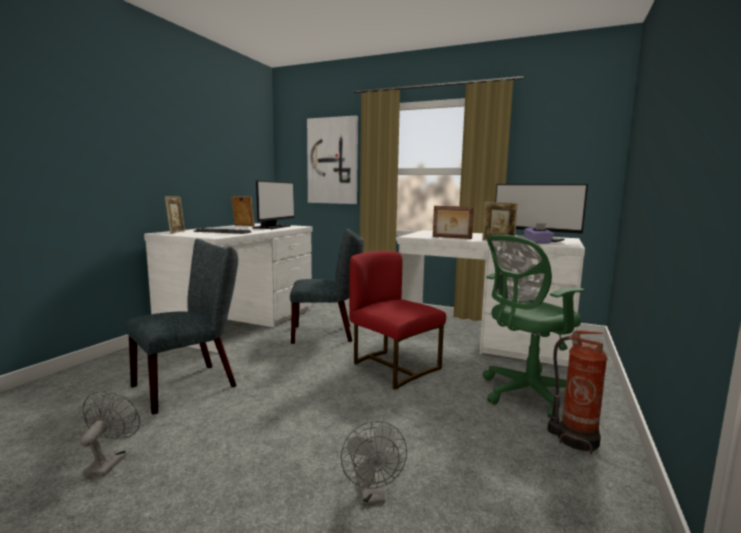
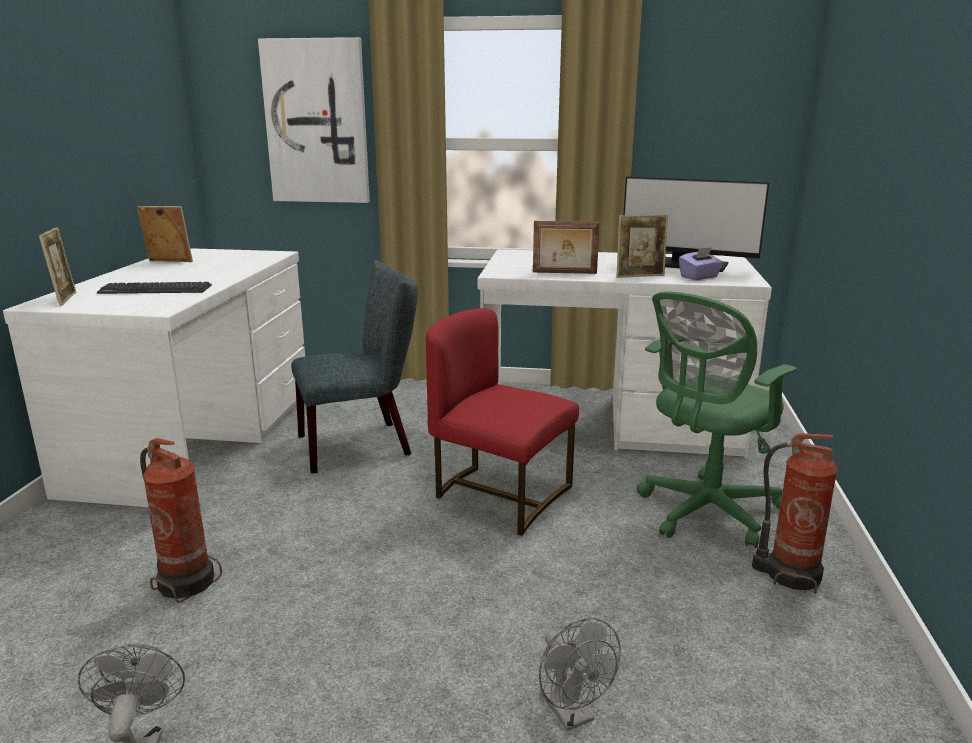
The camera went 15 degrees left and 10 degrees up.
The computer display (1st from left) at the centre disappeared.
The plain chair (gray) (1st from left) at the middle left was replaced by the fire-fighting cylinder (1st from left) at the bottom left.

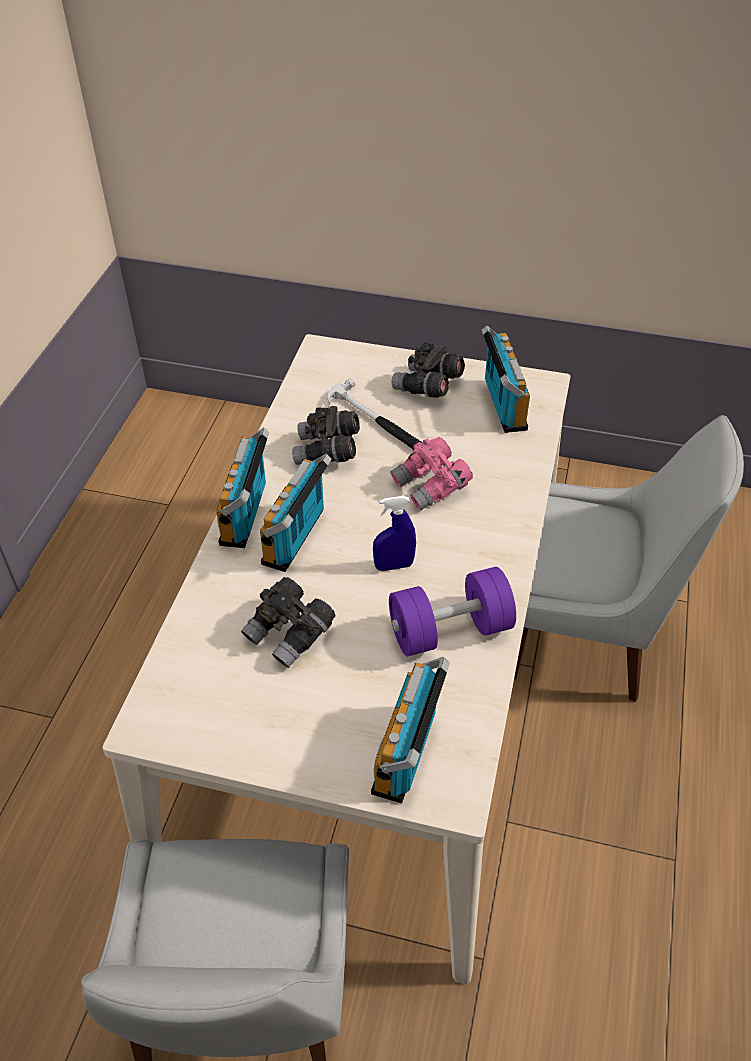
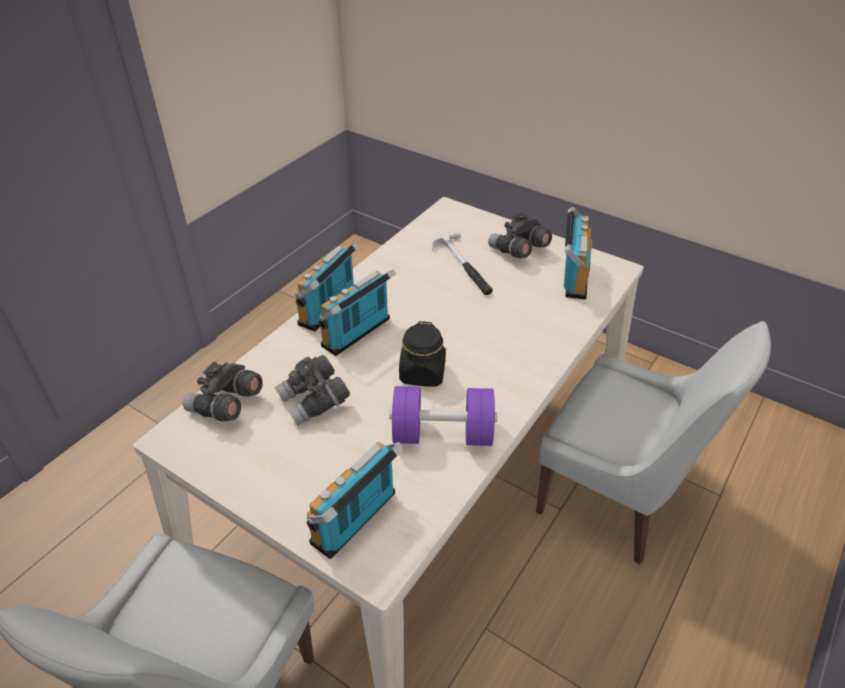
The camera went 20 degrees right and 5 degrees down.
The pair of binoculars (pinkish) at the centre disappeared.
The pair of binoculars (gray) (2nd from left in the first image) moved from the centre to the middle left.
The spray bottle (blue) at the centre was replaced by the preserve jar (blackish) at the centre.

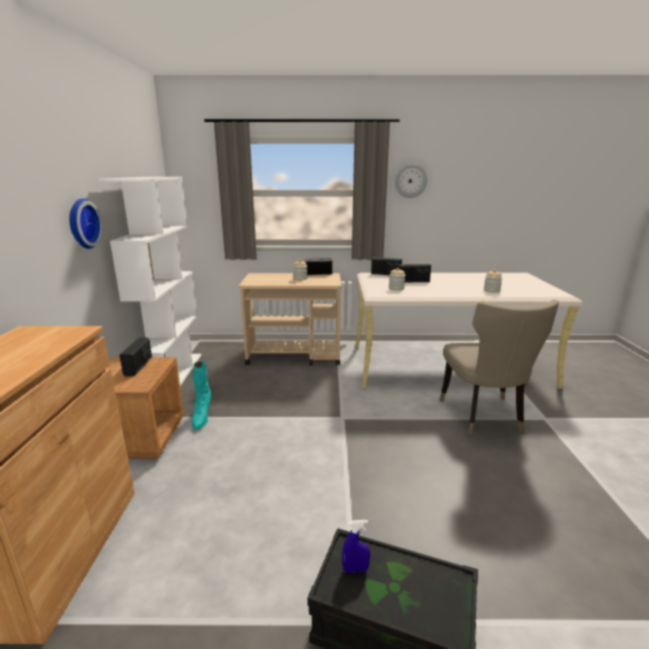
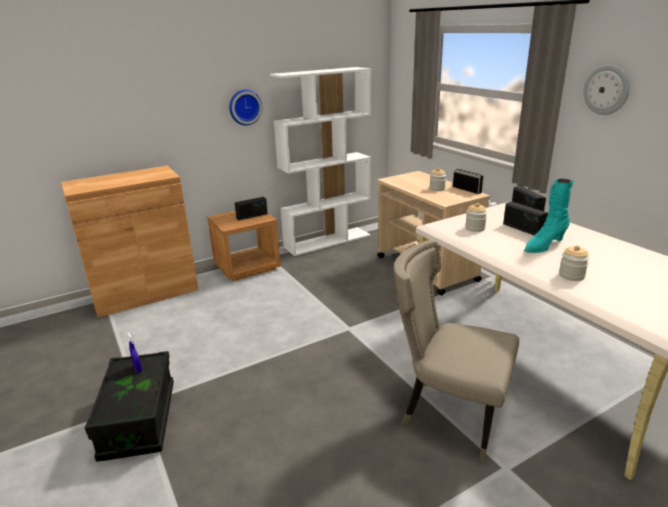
The camera went 60 degrees right and 5 degrees up.
The boot (blue-green) moved from the middle left to the middle right.
The plain chair (beige) at the middle right turned 60 degrees clockwise.

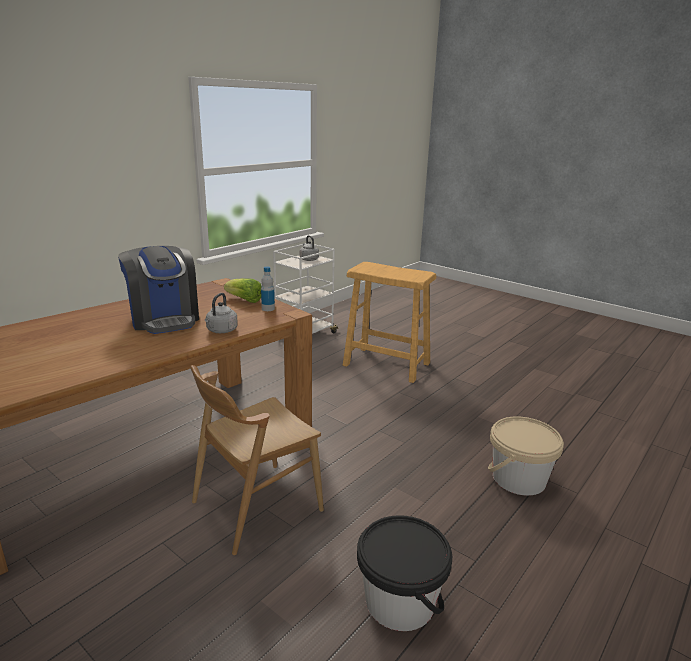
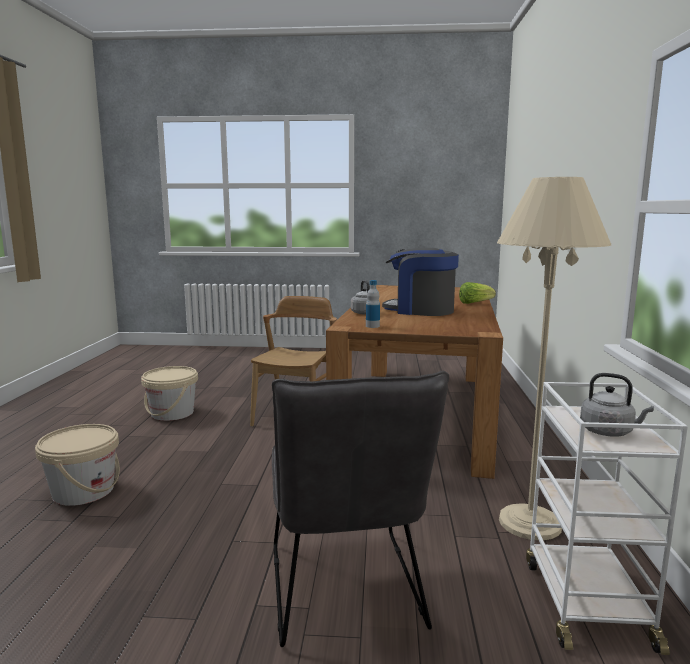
The camera went 145 degrees right and 10 degrees down.
The standard lamp (beige) at the middle right appeared.
The lettuce moved from the centre to the middle right.
The sitting stool (beige) at the centre was replaced by the plain chair (gray) at the bottom centre.
The bucket (blackish) at the bottom centre became the bucket (beige) (2nd from left) at the middle left.

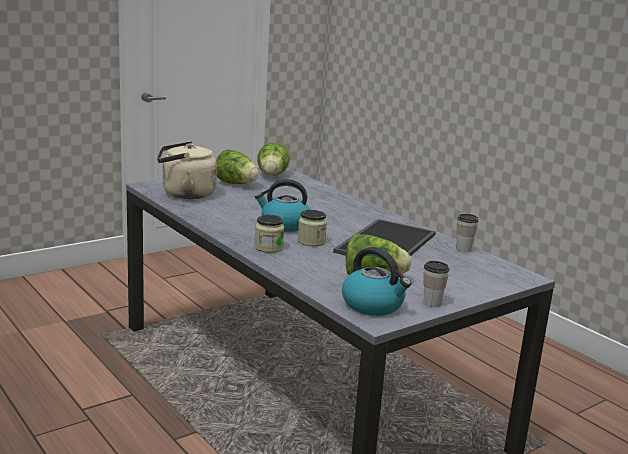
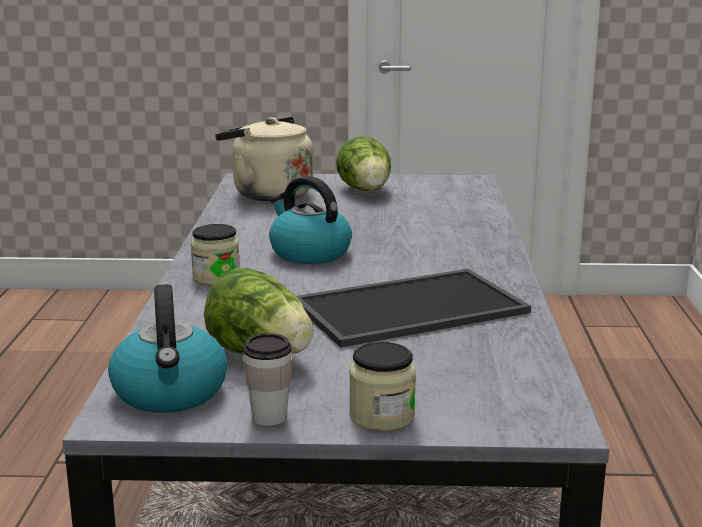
The camera went 40 degrees right and 0 degrees up.
The lettuce (2nd from left) at the centre disappeared.
The cup (2nd from left) at the middle right disappeared.
The preserve jar (2nd from left) moved from the centre to the bottom centre.

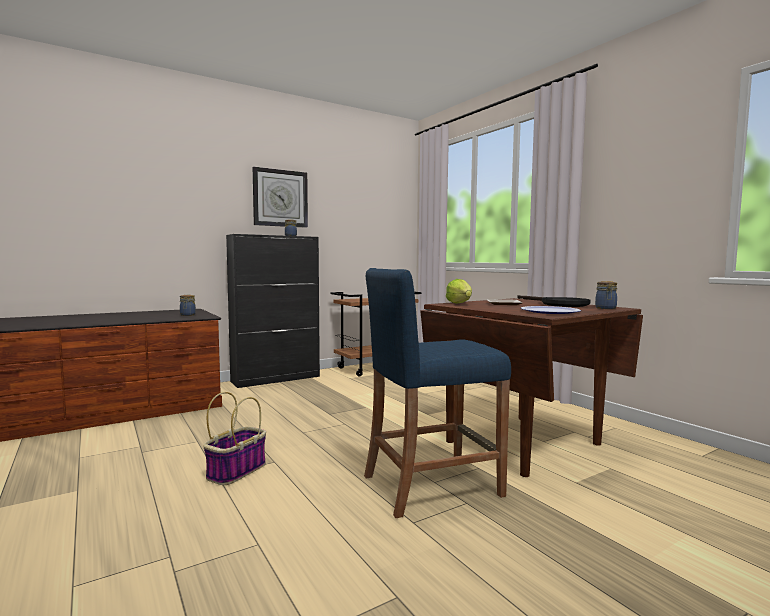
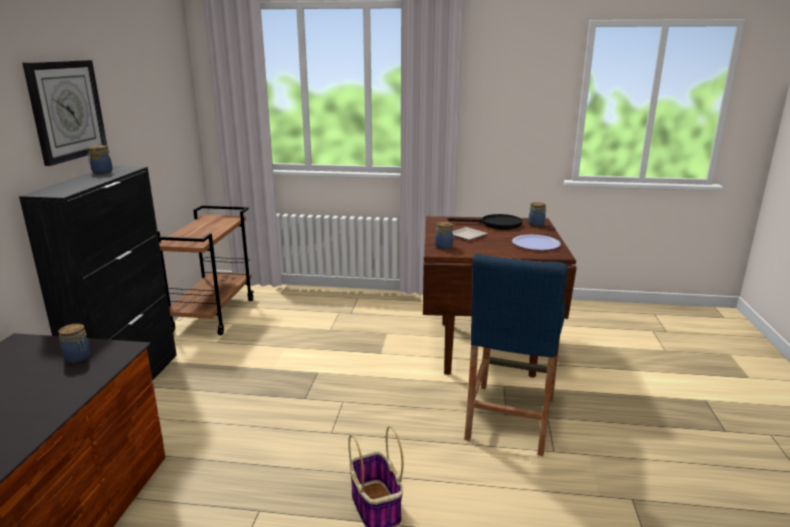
The camera went 50 degrees left and 15 degrees up.
The lettuce at the centre was replaced by the preserve jar (3rd from left) at the centre.

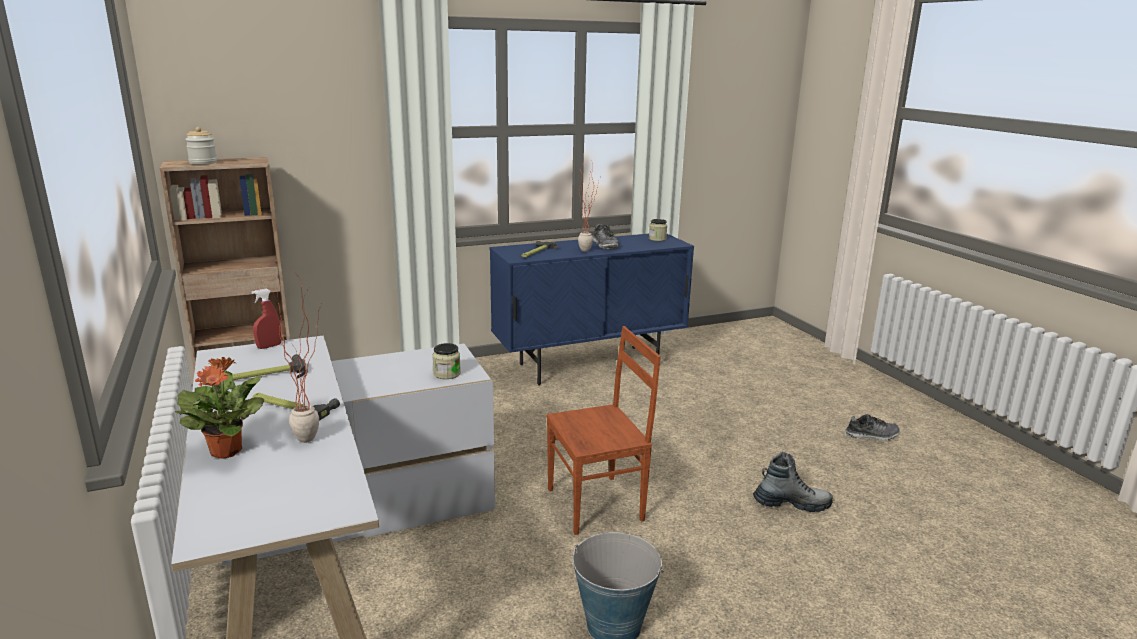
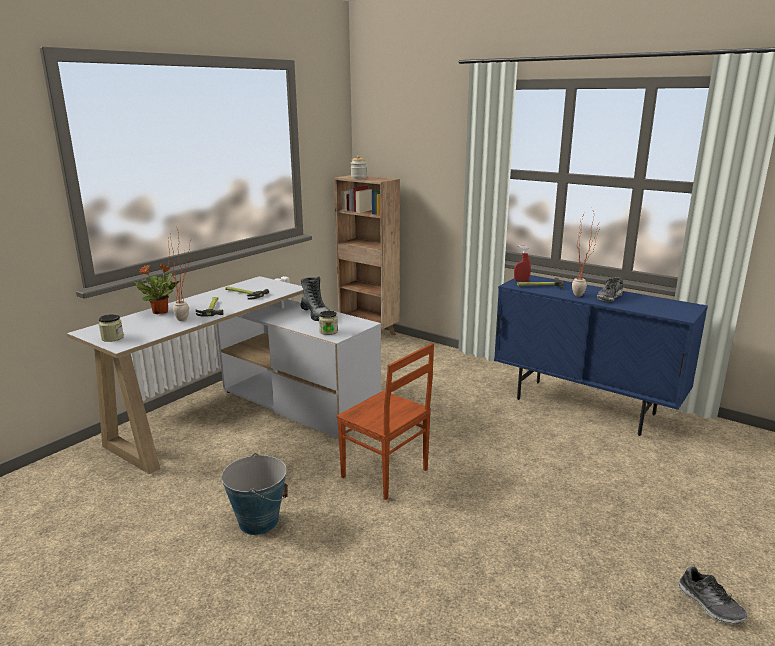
The camera went 60 degrees right and 0 degrees up.
The spray bottle (red) moved from the middle left to the middle right.
The preserve jar (3rd from left in the first image) moved from the centre to the middle left.
The boot moved from the bottom right to the centre.

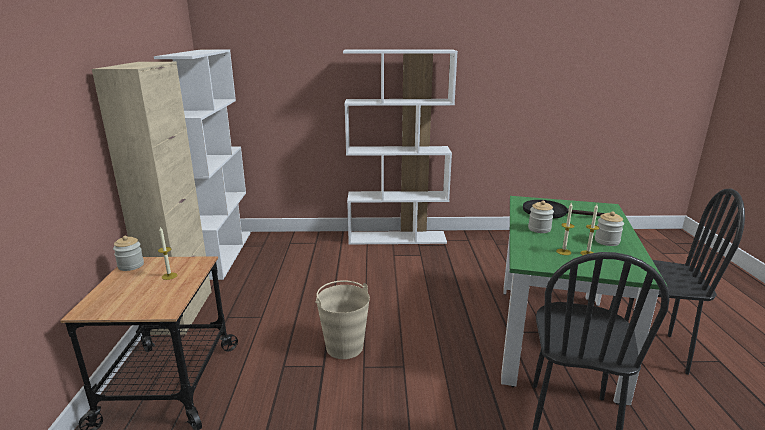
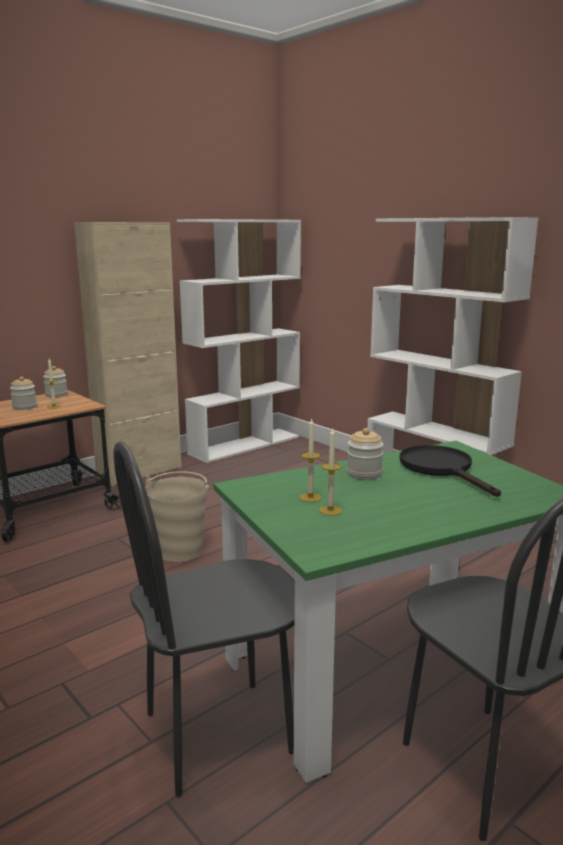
The camera went 50 degrees right and 5 degrees down.
The preserve jar (3rd from left in the first image) moved from the middle right to the middle left.

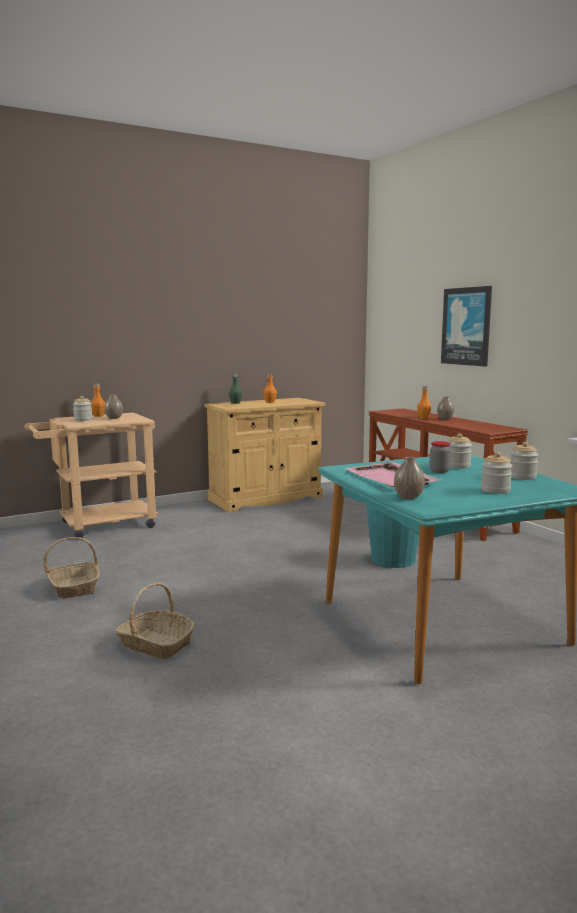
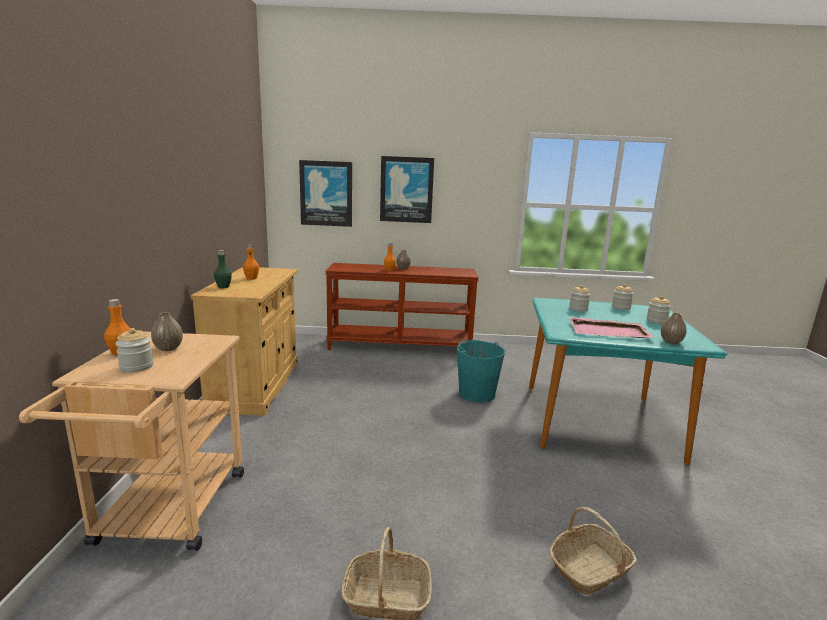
The camera went 60 degrees left and 5 degrees up.
The preserve jar (2nd from left) at the middle right disappeared.
The wall picture (1st from left) at the top centre appeared.

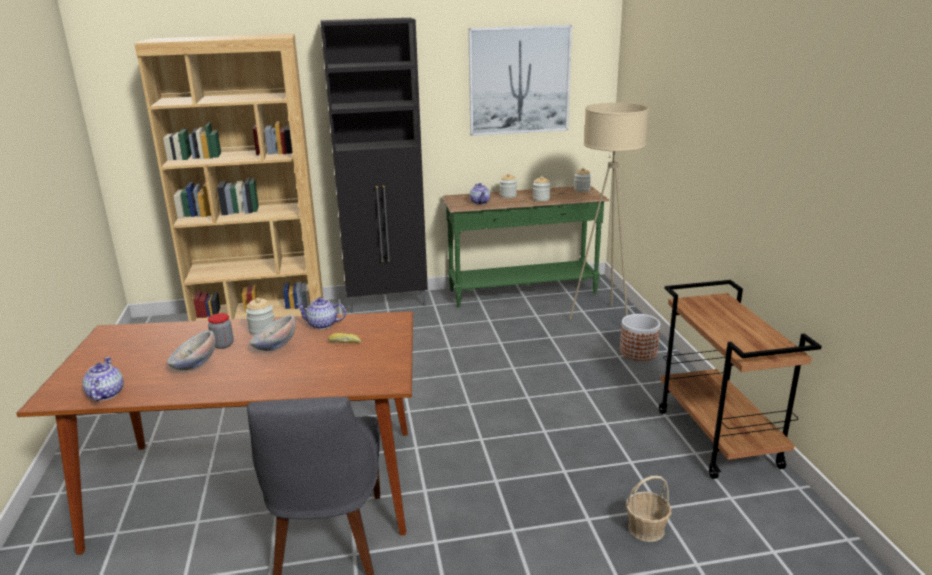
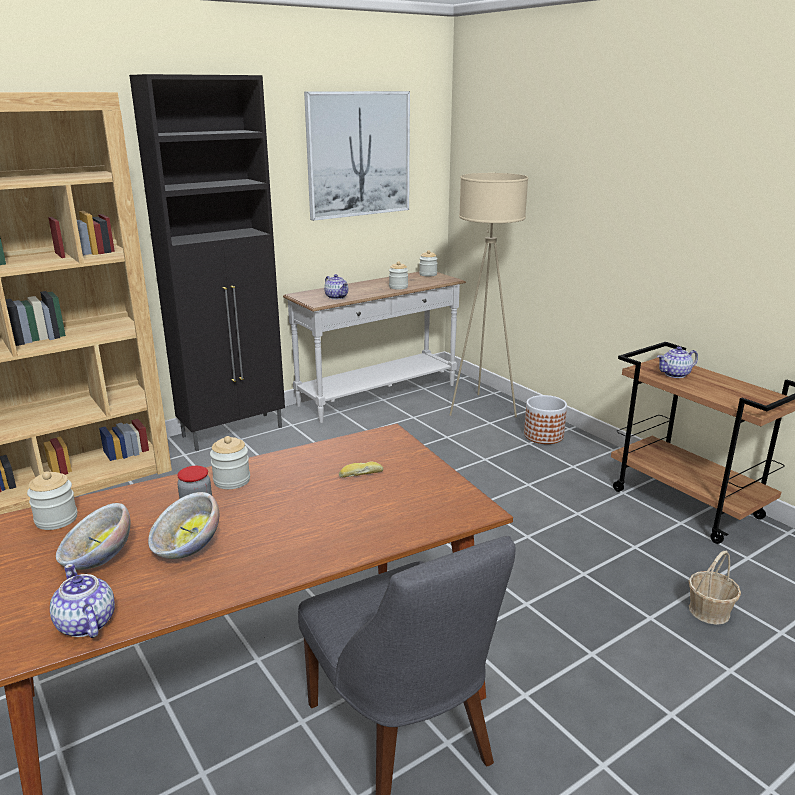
The camera went 25 degrees left and 0 degrees up.
The serving bowl (2nd from left in the first image) moved from the middle left to the bottom left.
The tea pot (2nd from left in the first image) moved from the centre to the middle right.
The preserve jar (3rd from left in the first image) moved from the top centre to the middle left.
The hall table (greenish) at the centre became the hall table (whitish) at the centre.

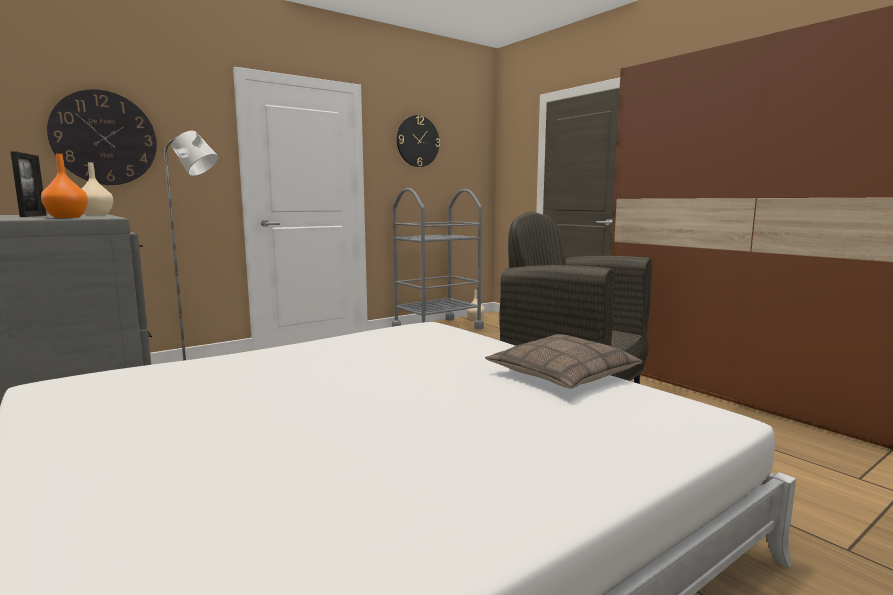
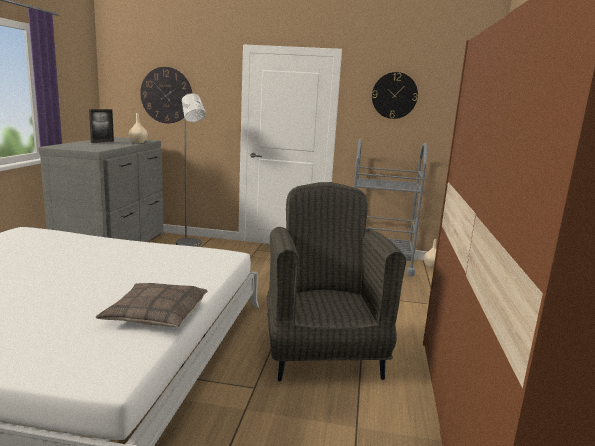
The camera went 45 degrees right and 5 degrees up.
The flower vase (orange-coloured) at the top left disappeared.

